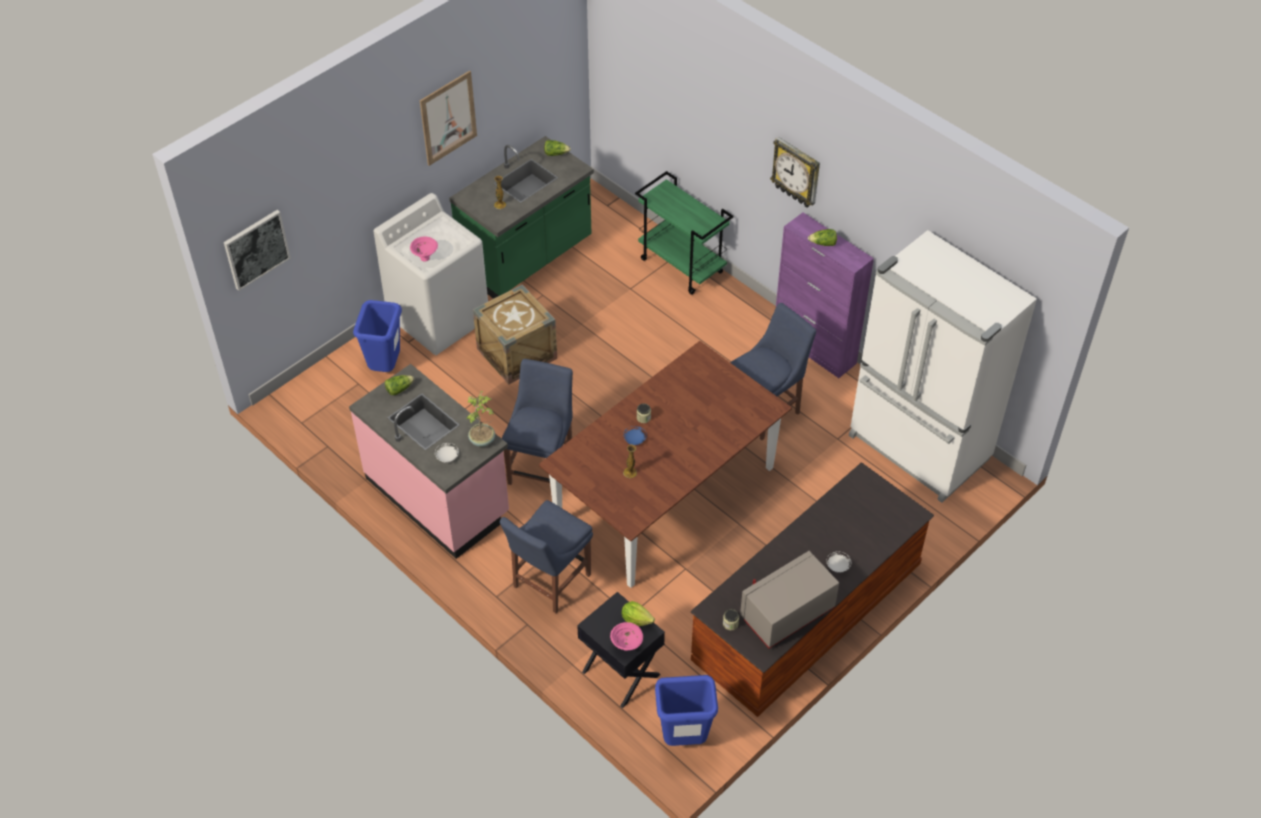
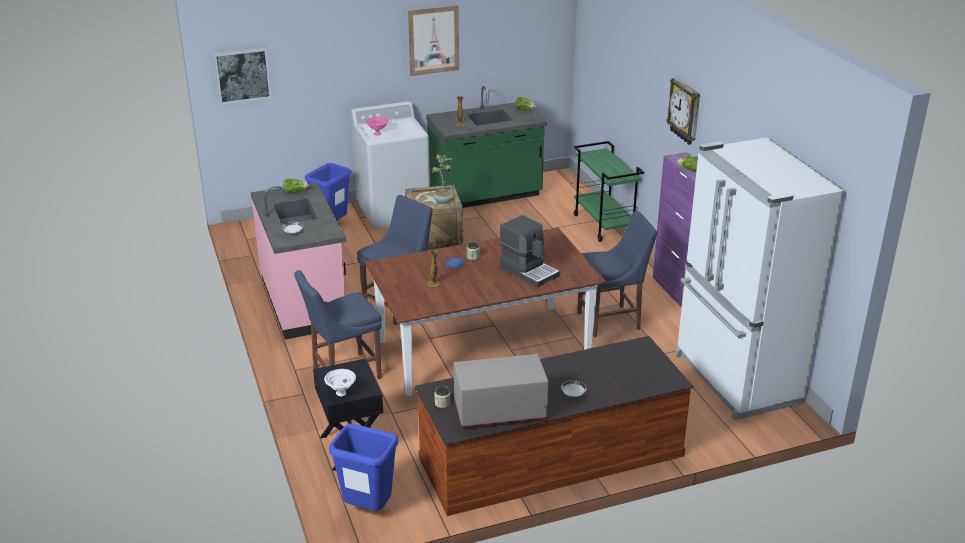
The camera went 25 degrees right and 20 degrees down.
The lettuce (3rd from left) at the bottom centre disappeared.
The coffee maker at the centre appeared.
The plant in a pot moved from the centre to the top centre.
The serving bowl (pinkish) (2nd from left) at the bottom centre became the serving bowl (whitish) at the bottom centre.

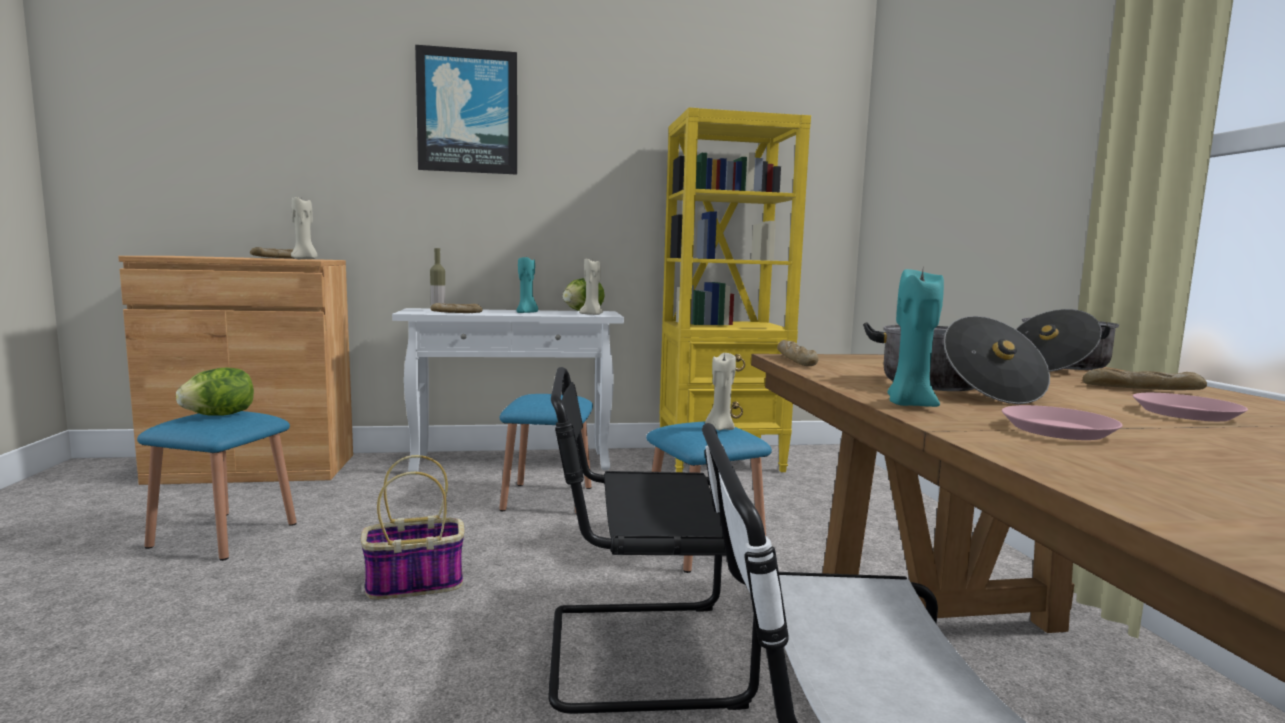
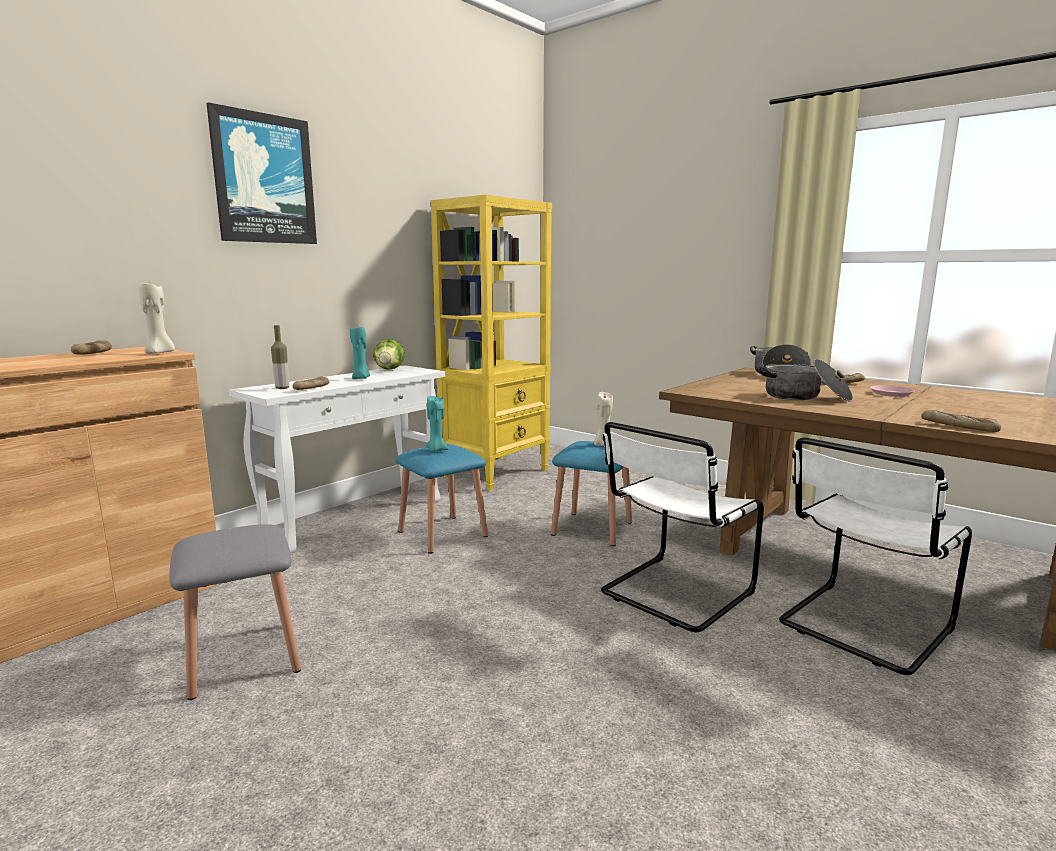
The camera went 40 degrees left and 5 degrees up.
The lettuce (1st from left) at the middle left disappeared.
The household basket at the bottom left disappeared.
The candle (beige) (2nd from left) at the centre disappeared.
The plate (pinkish) (1st from left) at the middle right disappeared.
The bakery bread (3rd from left in the first image) moved from the centre to the middle right.
The candle (blue-green) (2nd from left) moved from the middle right to the centre.
The sitting stool (blue) (1st from left) at the bottom left became the sitting stool (gray) at the bottom left.
The plain chair (blackish) at the bottom centre became the plain chair (whitish) (1st from left) at the centre.

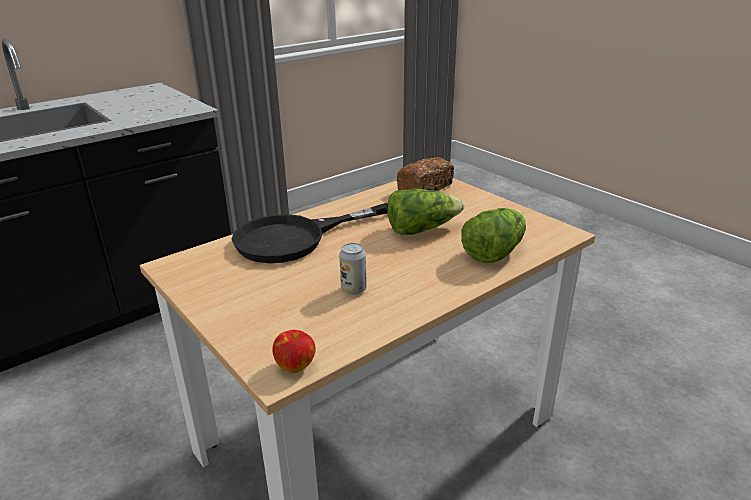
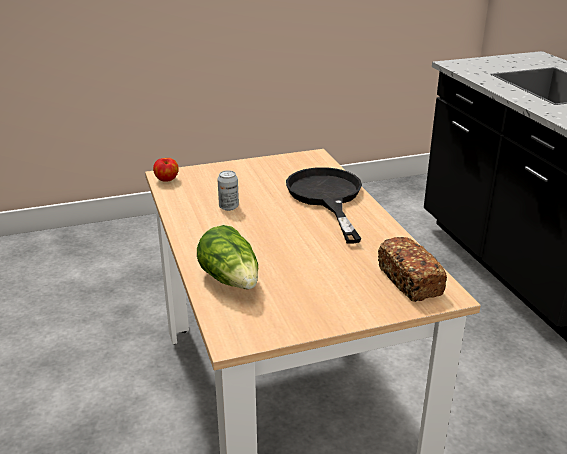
The camera went 110 degrees right and 0 degrees up.
The lettuce (1st from left) at the centre disappeared.

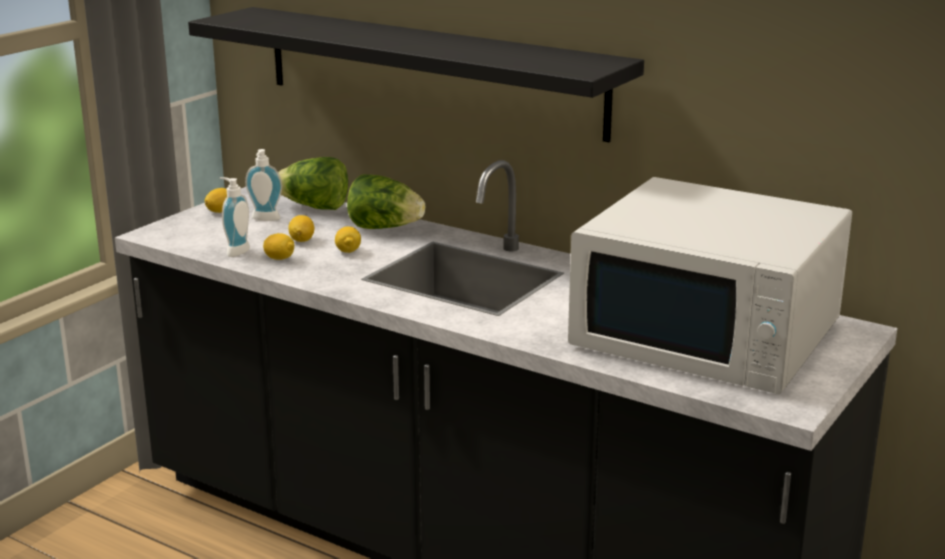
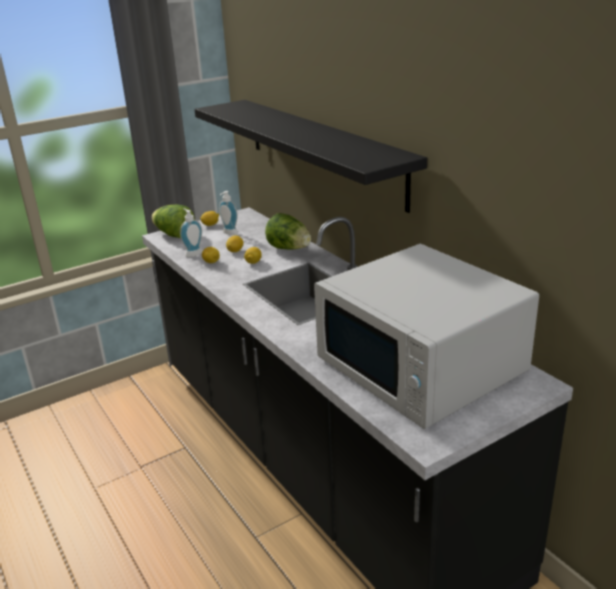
The camera went 25 degrees right and 5 degrees up.
The lettuce (1st from left) moved from the top left to the middle left.

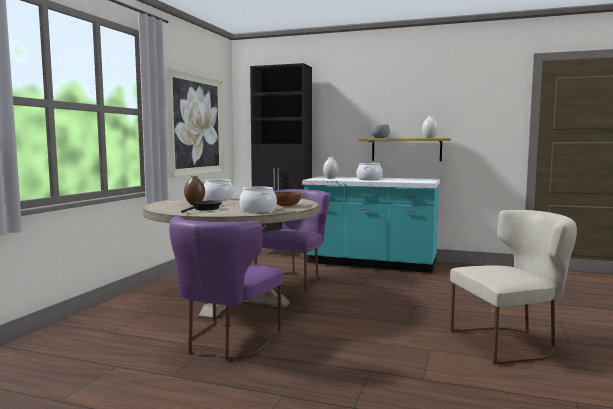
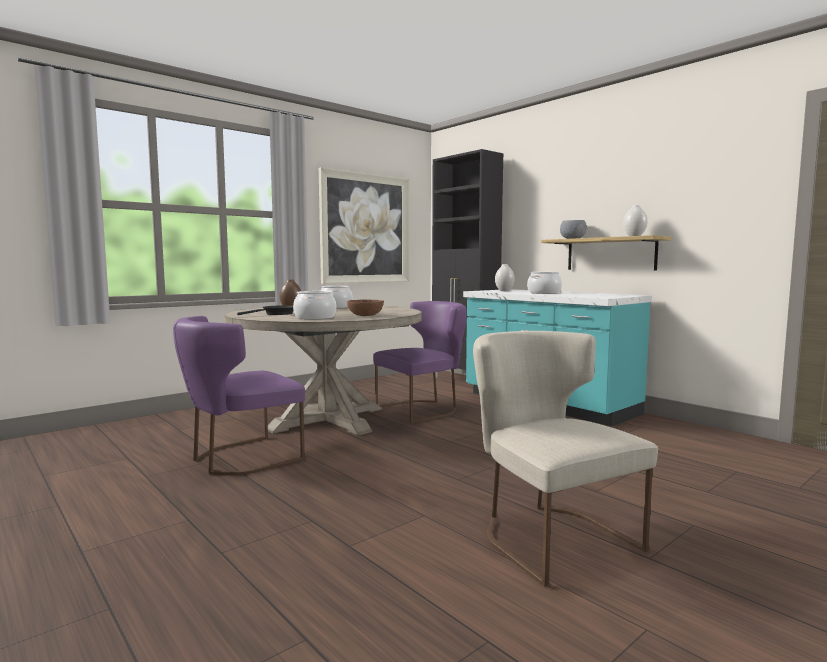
The camera went 30 degrees right and 0 degrees up.
The plain chair (beige) at the bottom right turned 135 degrees counterclockwise.

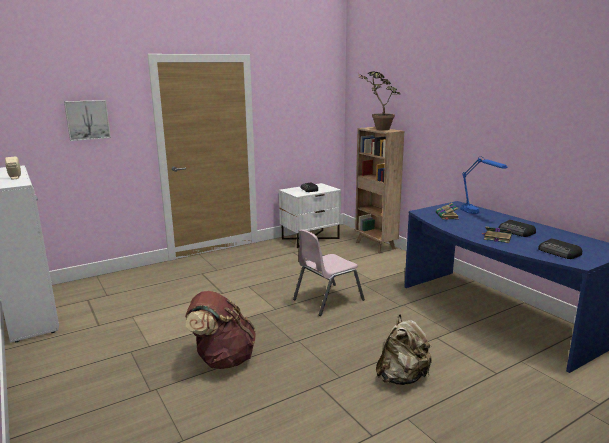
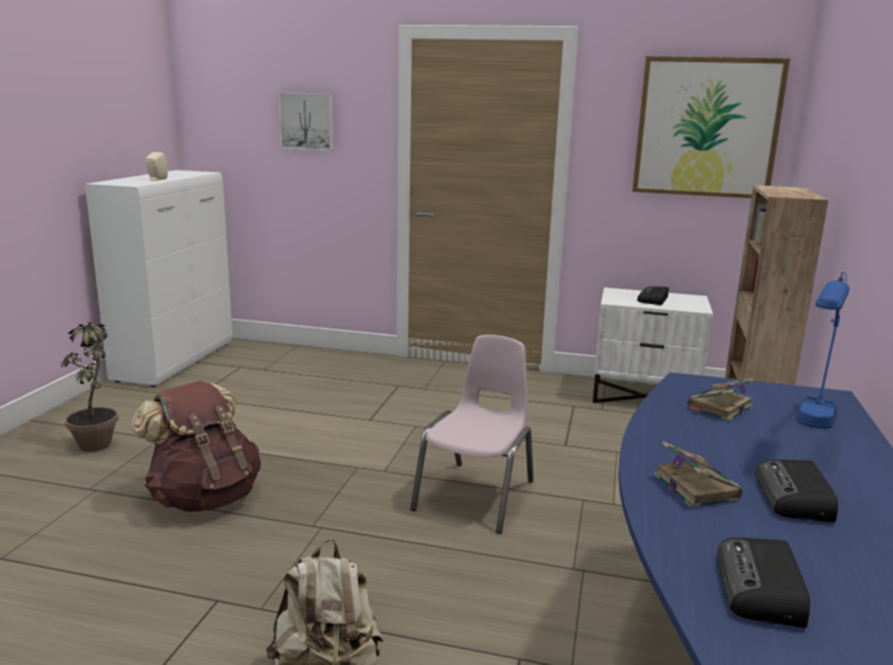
The camera went 45 degrees right and 0 degrees up.
The wall picture (2nd from left) at the top right appeared.
The plant in a pot moved from the top centre to the middle left.
The plain chair (pinkish) at the centre turned 105 degrees clockwise.

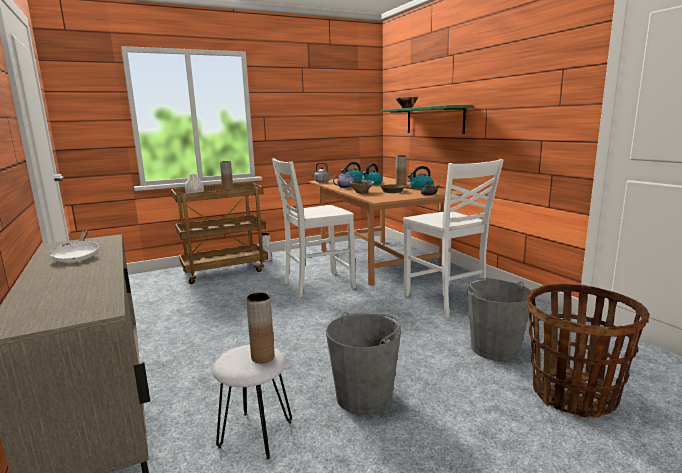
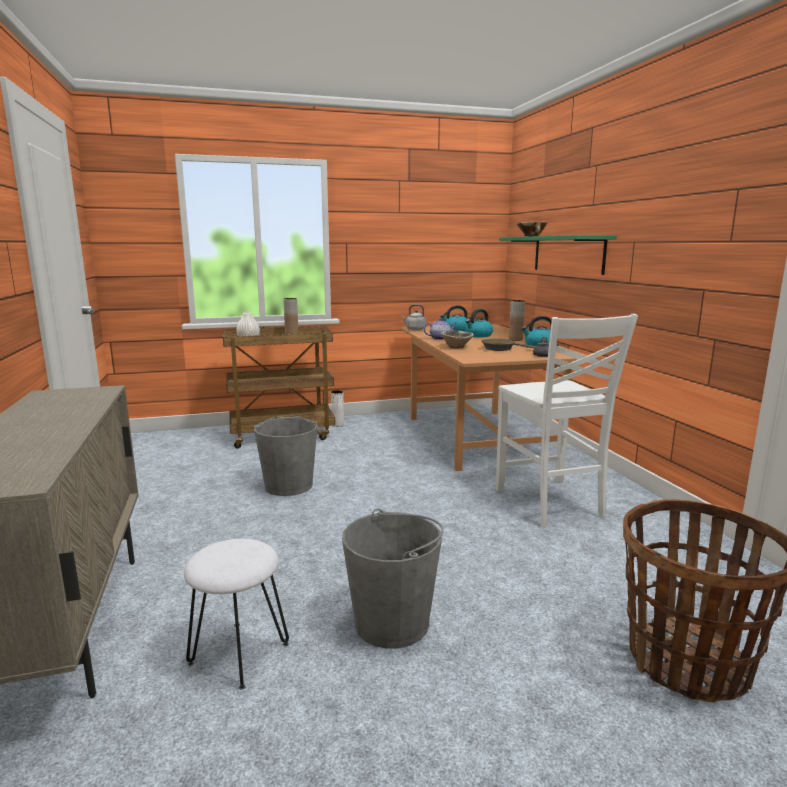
The camera went 10 degrees right and 0 degrees up.
The skillet (whitish) at the middle left disappeared.
The flower vase (brown) (2nd from left) at the bottom centre disappeared.
The plain chair (whitish) (1st from left) at the centre disappeared.
The bucket (gray) (2nd from left in the first image) moved from the bottom right to the centre.

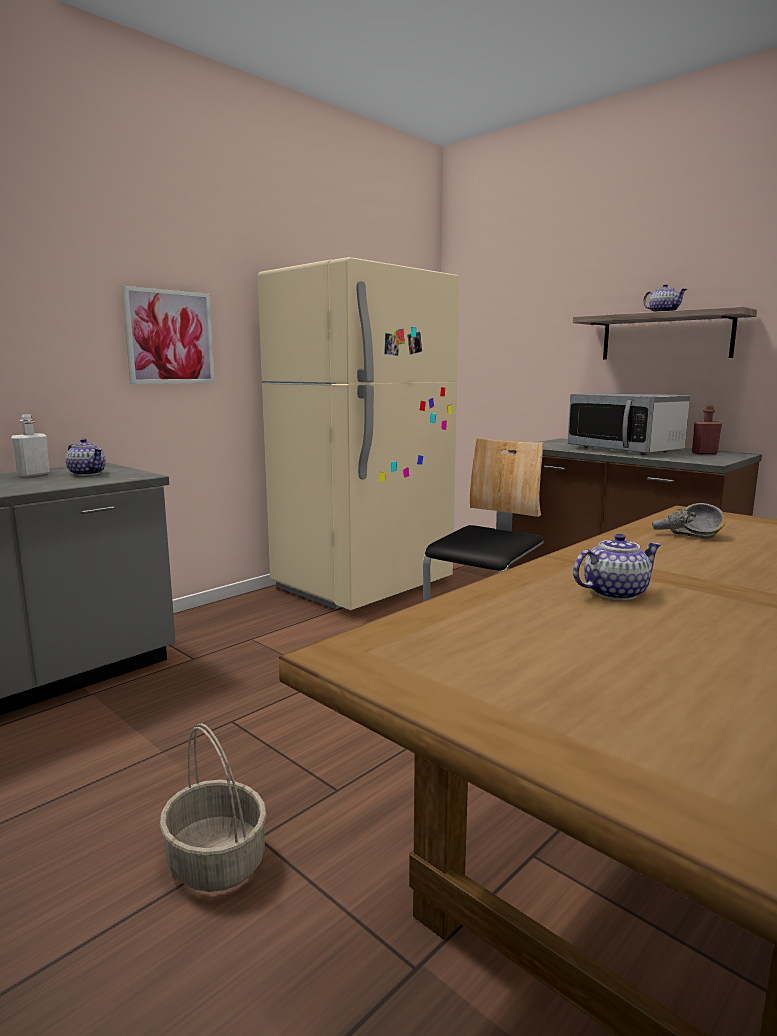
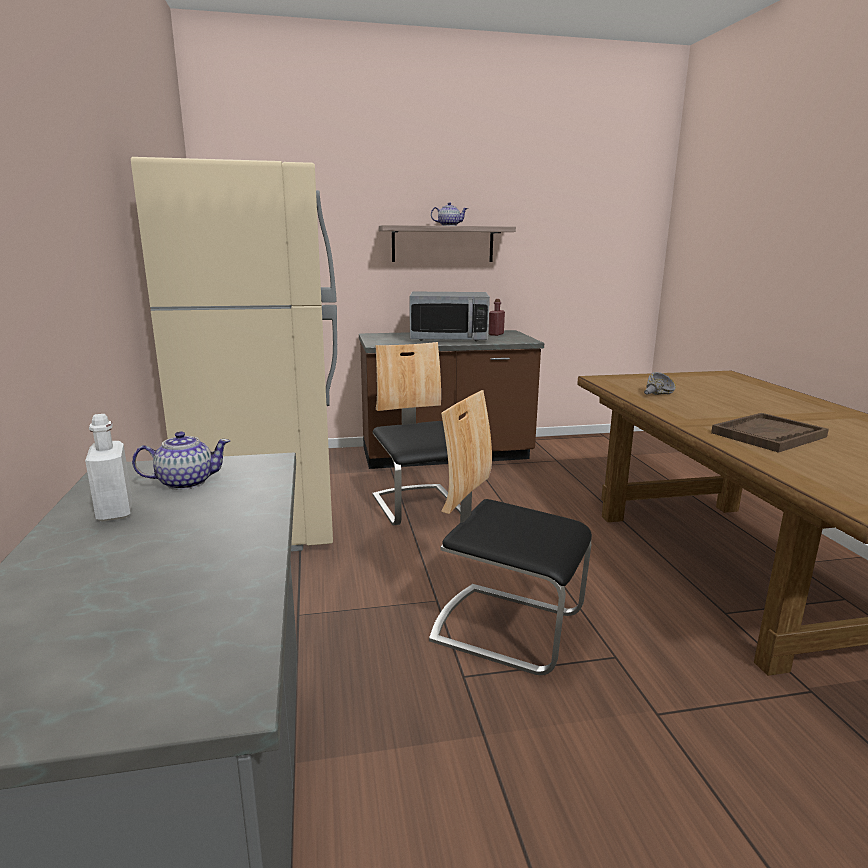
The camera went 55 degrees left and 5 degrees up.
The wall picture at the top left disappeared.
The household basket at the bottom left disappeared.
The plain chair (2nd from left) at the centre appeared.
The tea pot (2nd from left) at the middle right was replaced by the tray (brown) at the middle right.

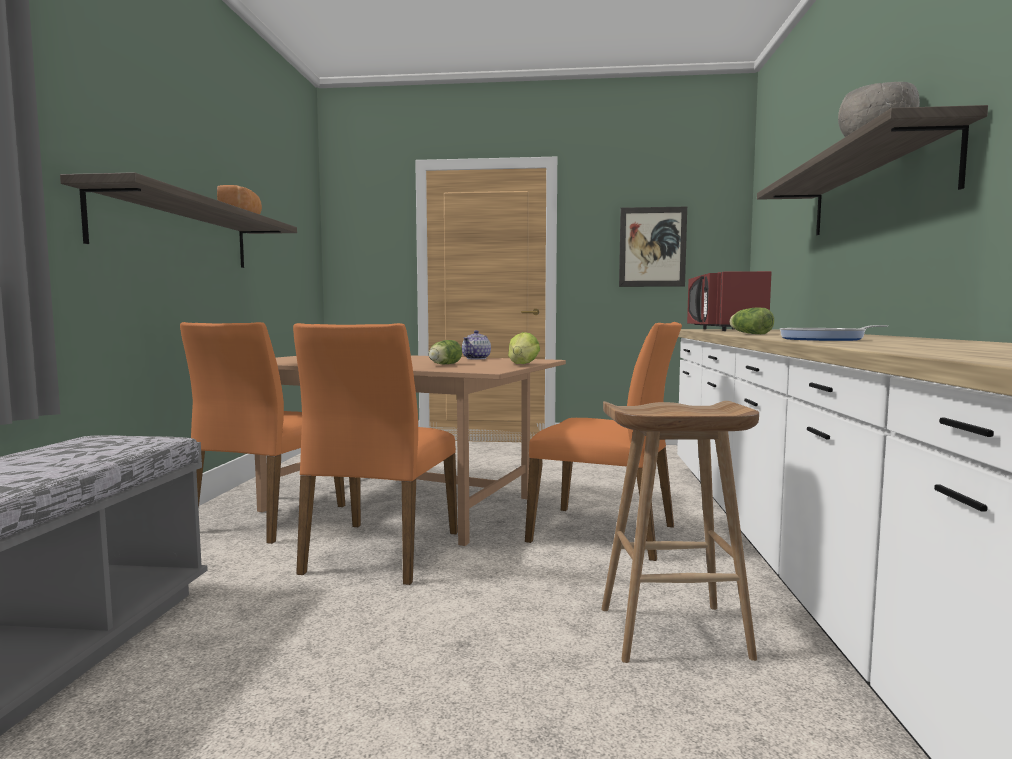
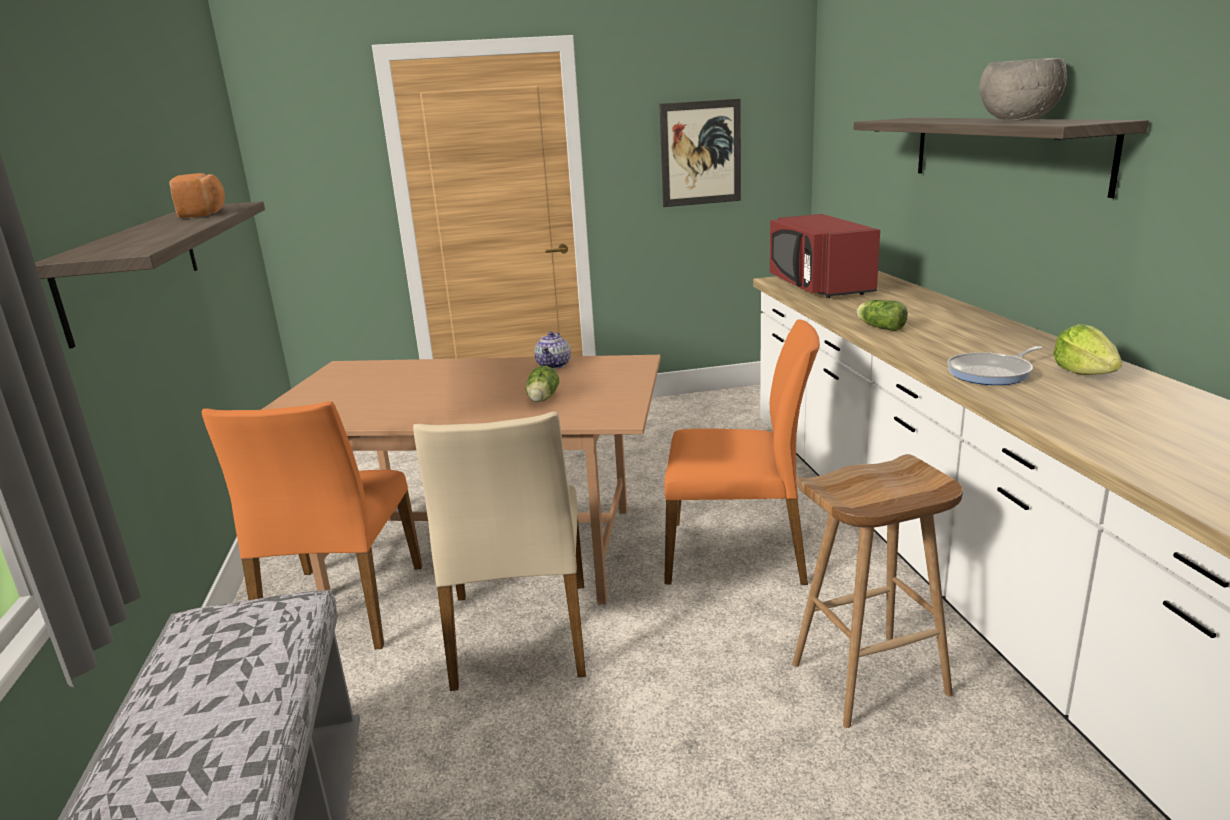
The camera went 15 degrees left and 15 degrees up.
The lettuce (2nd from left in the first image) moved from the centre to the middle right.
The plain chair (orange-coloured) (2nd from left) at the centre became the plain chair (beige) at the bottom centre.

